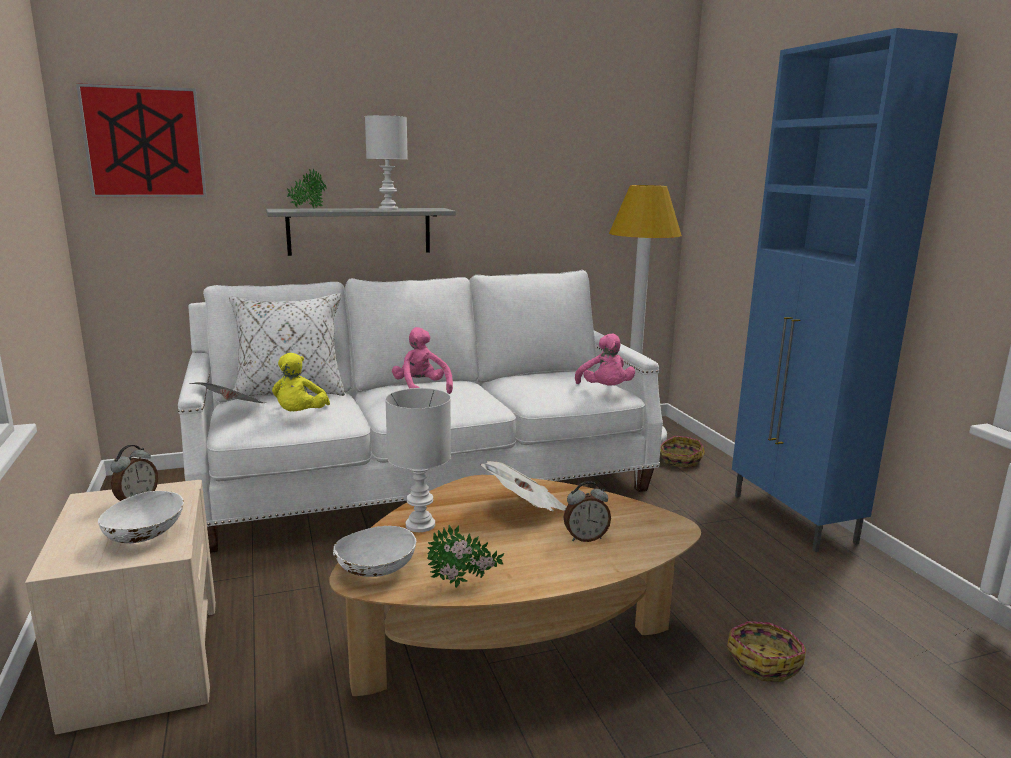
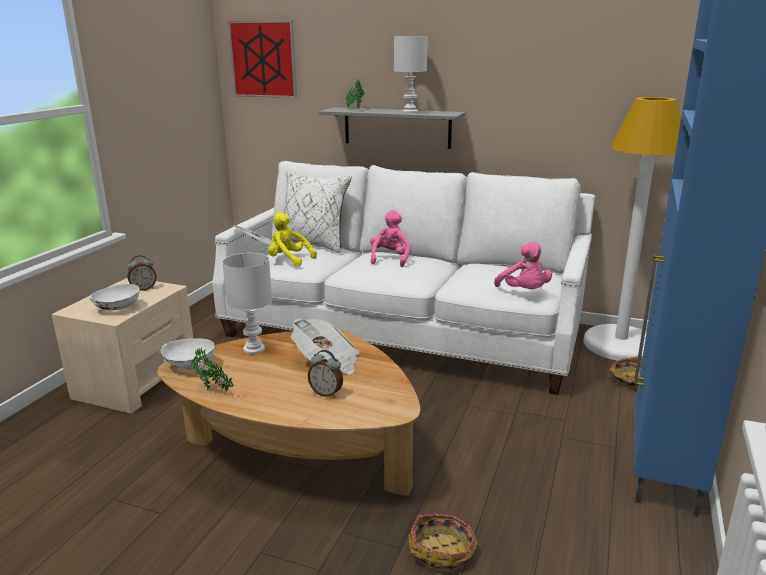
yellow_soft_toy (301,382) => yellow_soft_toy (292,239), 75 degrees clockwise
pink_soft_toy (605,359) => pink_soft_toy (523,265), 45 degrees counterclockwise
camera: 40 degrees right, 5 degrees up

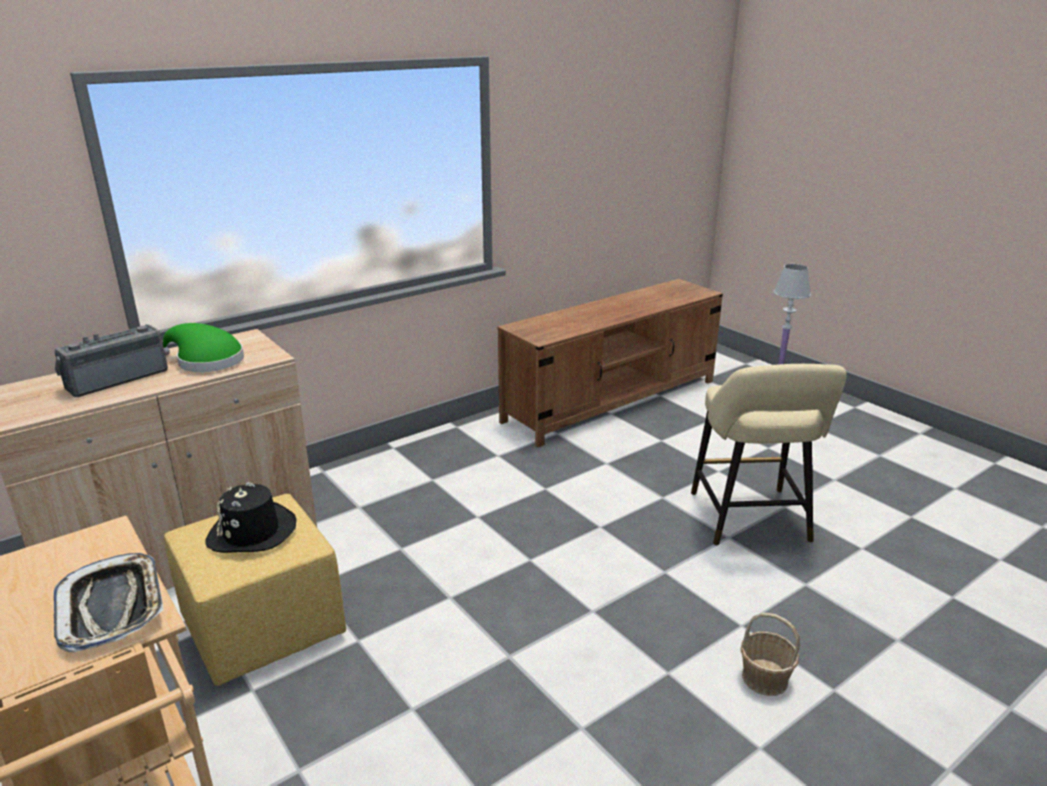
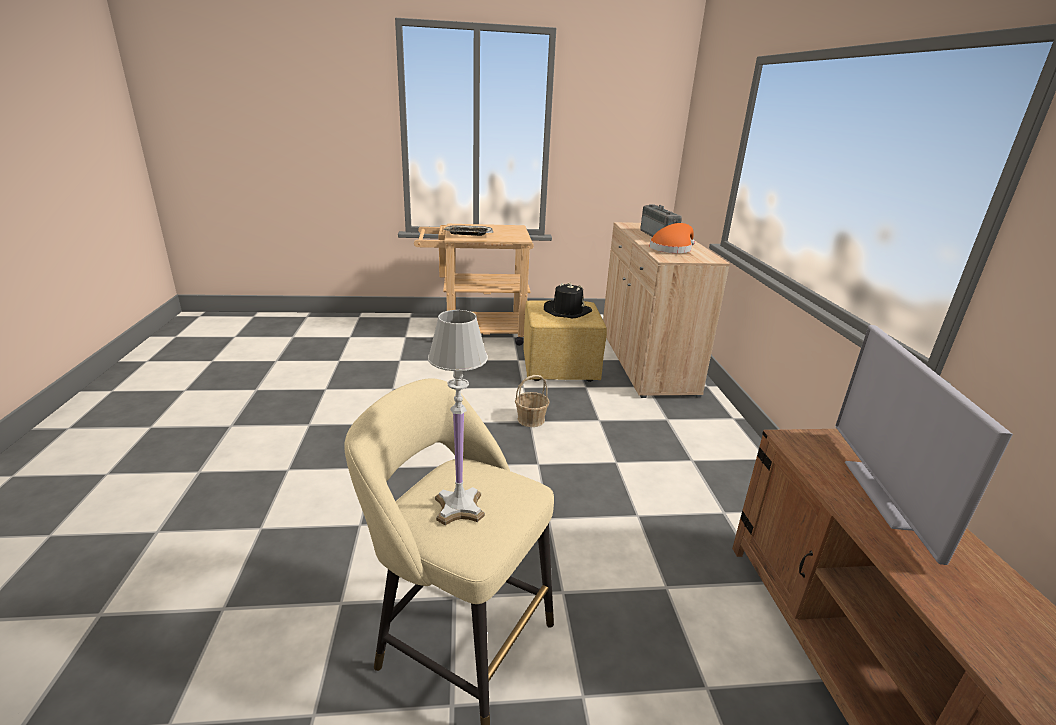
green-coloured_wearable_hat (203,347) => orange-coloured_wearable_hat (672,238)
basket (770,654) => basket (532,401), relocated
nothing => TV_set (924,445)
camera: 120 degrees right, 0 degrees up

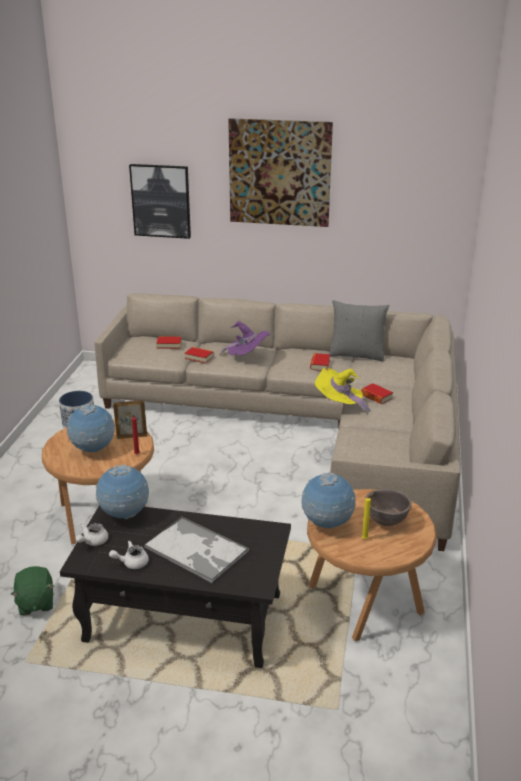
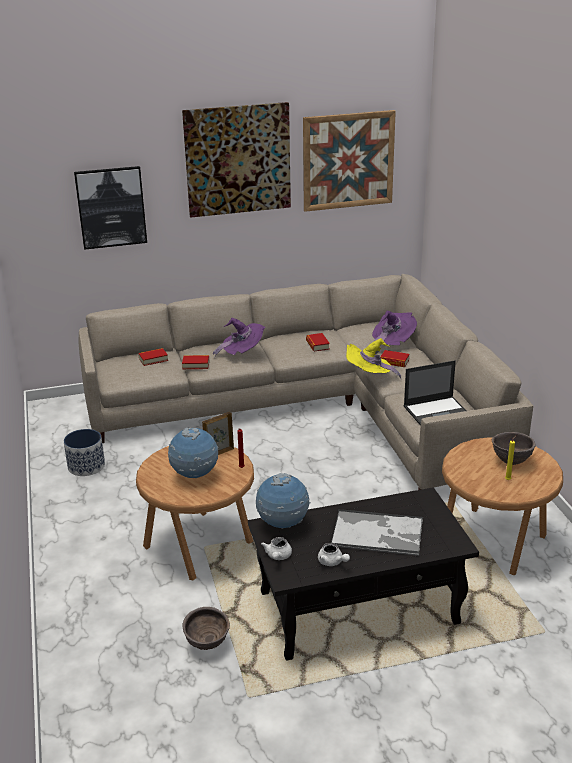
green-coloured_soft_toy (32,591) => brown_serving_bowl (206,628)
whitish_pot_for_tea (129,555) => whitish_pot_for_tea (334,554), 90 degrees counterclockwise
globe (329,500) => nothing
grey_cushion (359,331) => nothing
nothing => wall_art (349,161)
nothing => purple_wearable_hat (394,329)
nothing => portable_computer (435,393)
camera: 25 degrees left, 0 degrees up

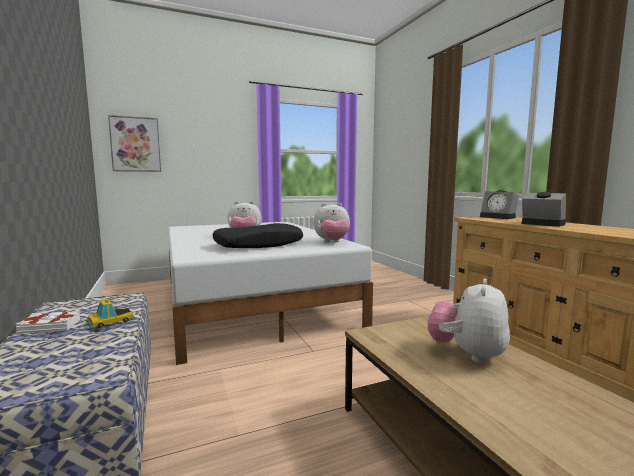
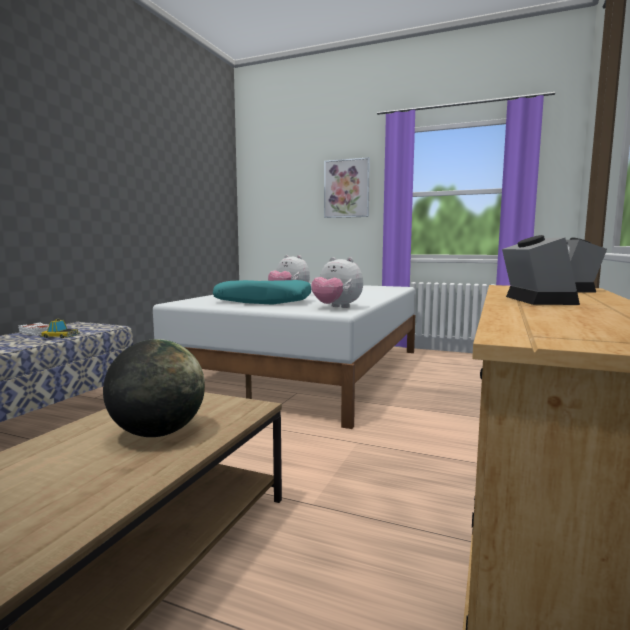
wall_art (134,143) => wall_art (347,187), relocated
black_cushion (258,235) => blue-green_cushion (262,292)
soft_toy (469,321) => globe (154,388)
camera: 45 degrees right, 0 degrees up

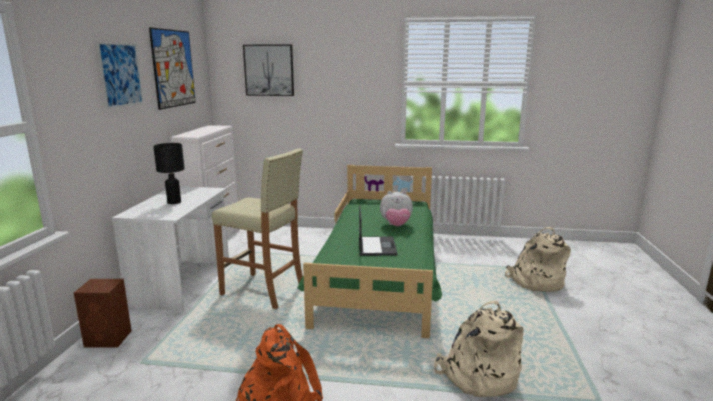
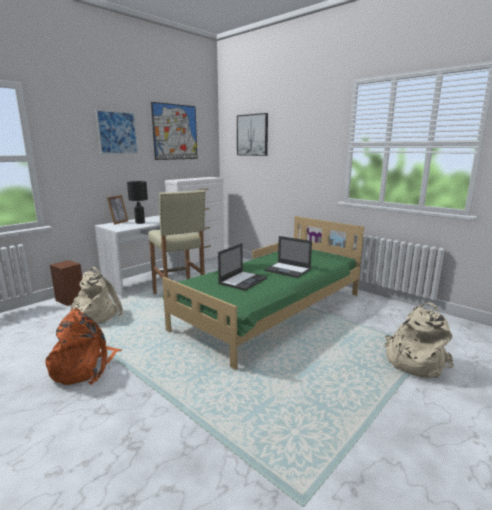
soft_toy (396,208) => portable_computer (288,257)
beige_rucksack (479,348) => beige_rucksack (96,295), relocated
nothing => photo_frame (117,210)
camera: 35 degrees right, 0 degrees up

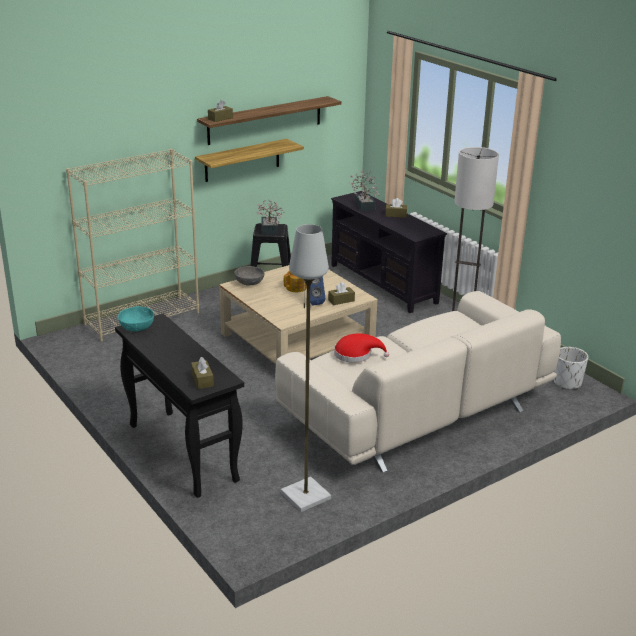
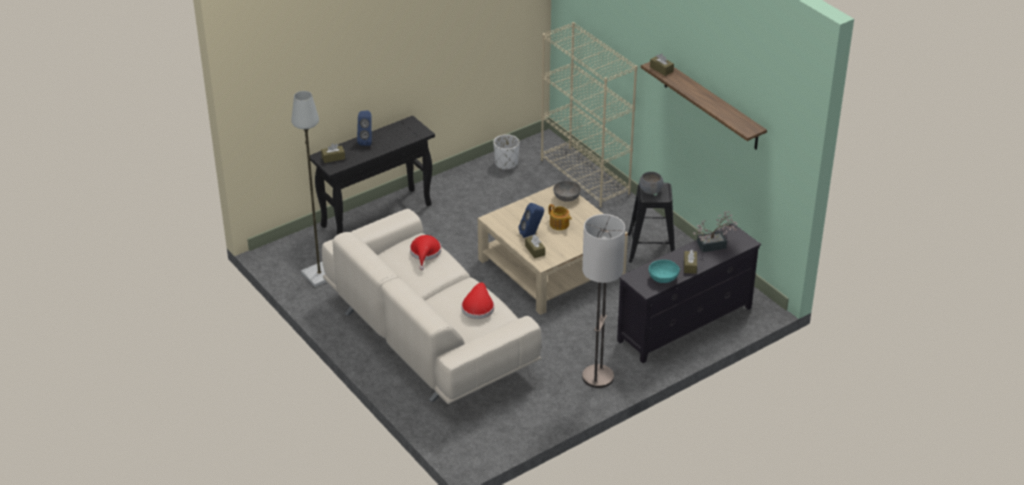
blue-green_serving_bowl (136,318) => blue-green_serving_bowl (664,271), relocated
shelf (249,160) => nothing
potted_plant (271,217) => grey_serving_bowl (651,183)
whitish_planter (571,368) => whitish_planter (506,152), relocated
nothing => bluish_speaker (364,128)
nothing => red_wearable_hat (478,300)
camera: 90 degrees right, 10 degrees up

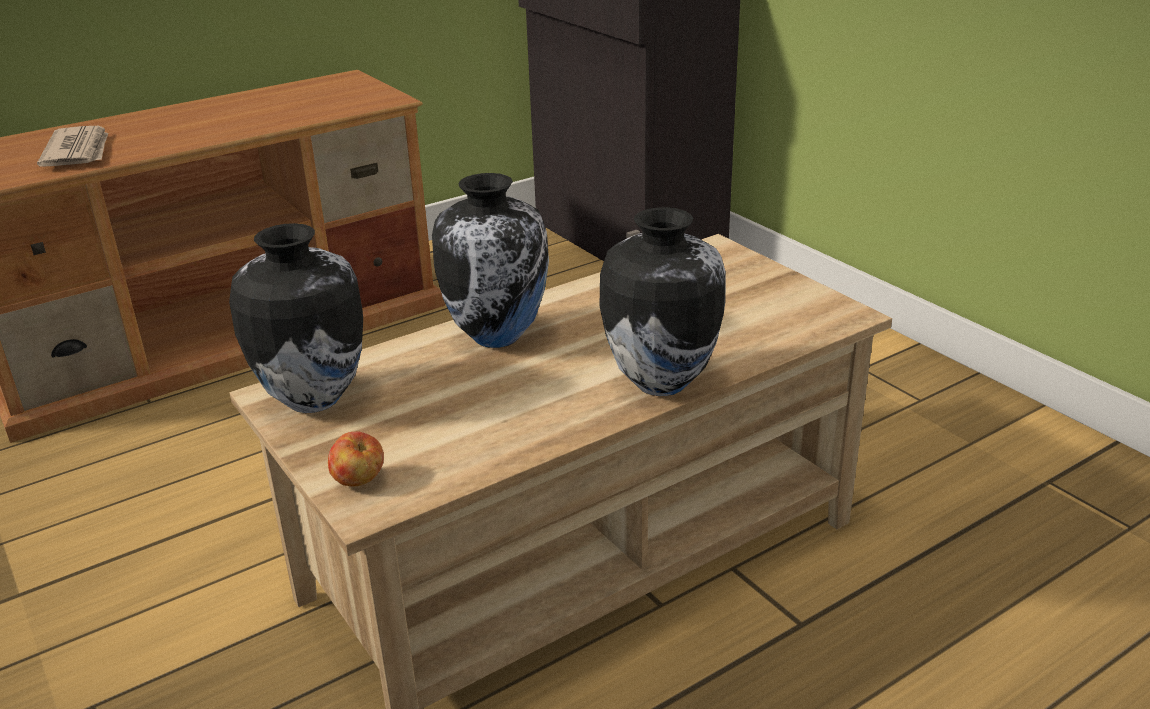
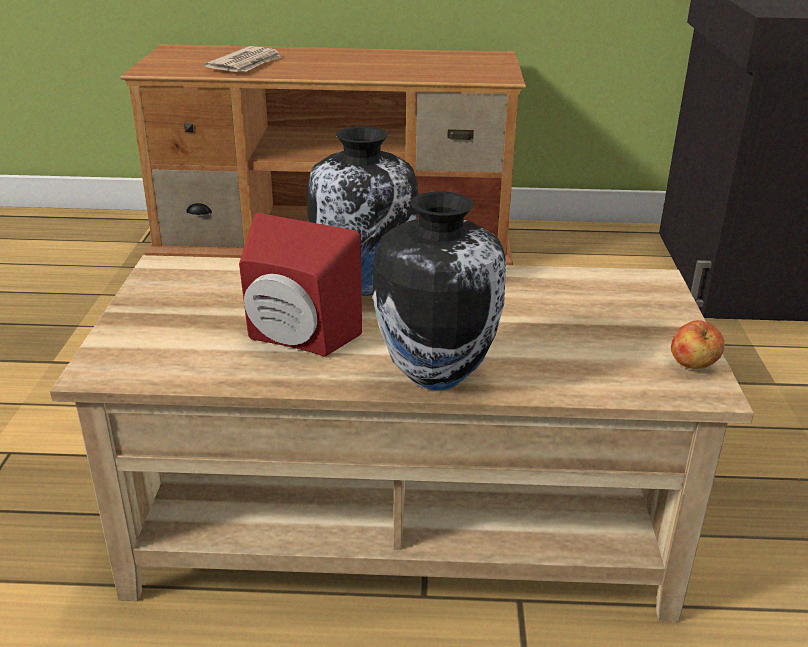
decorative_vase (296,318) => nothing
apple_fruit (356,459) => apple_fruit (698,344), relocated
nothing => red_speaker (300,285)
camera: 35 degrees right, 0 degrees up

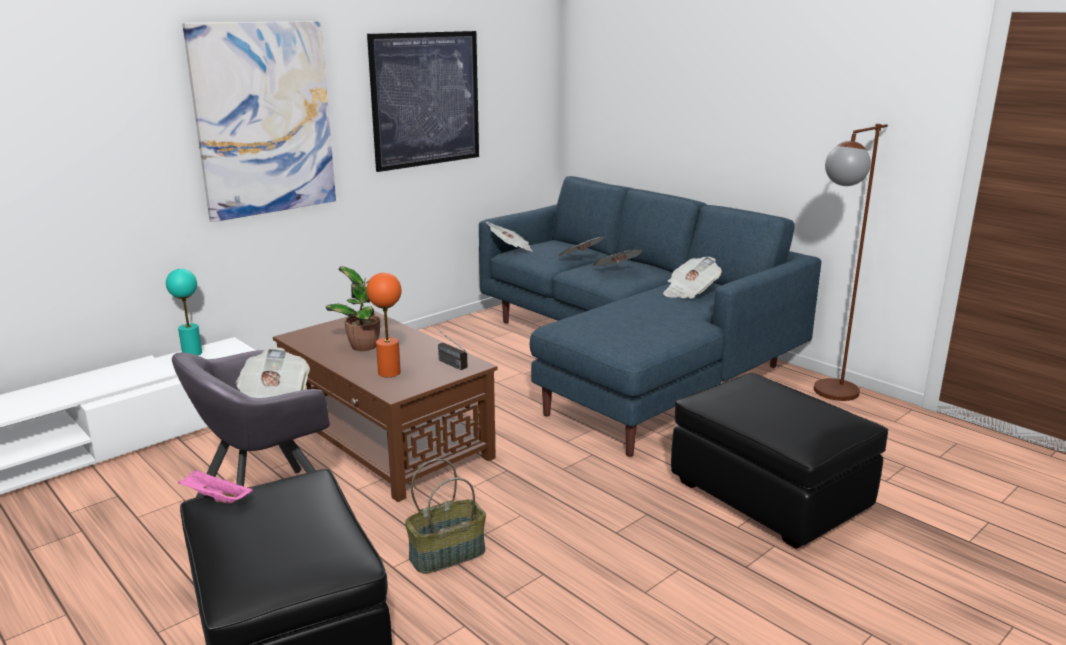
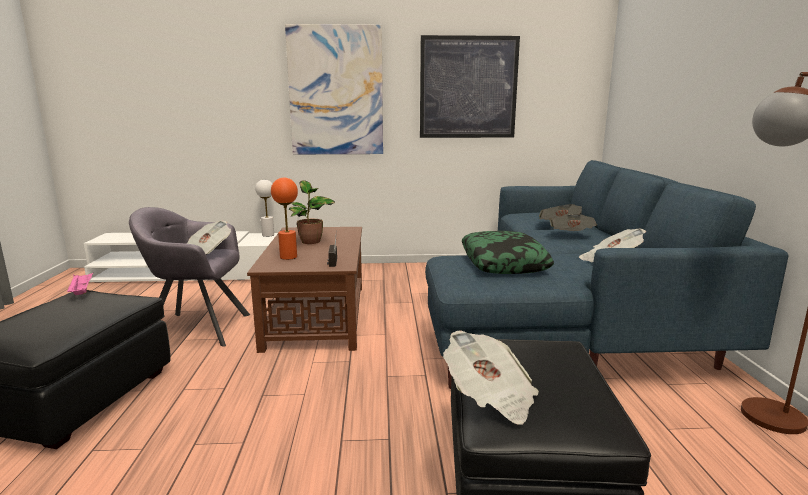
blue-green_lamp_for_a_table (184,312) => whitish_lamp_for_a_table (264,208)
basket (445,516) => nothing
printed_paper (509,237) => printed_paper (491,378), relocated
nothing => cushion (508,252)
camera: 40 degrees right, 5 degrees down

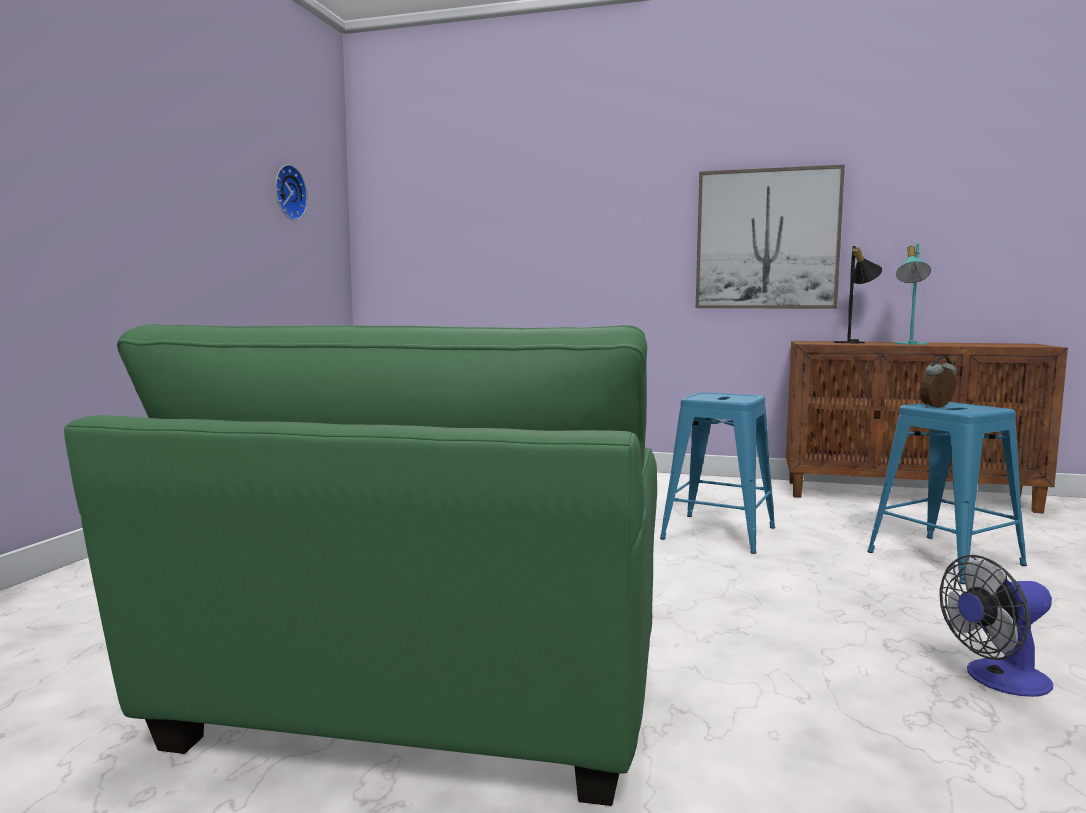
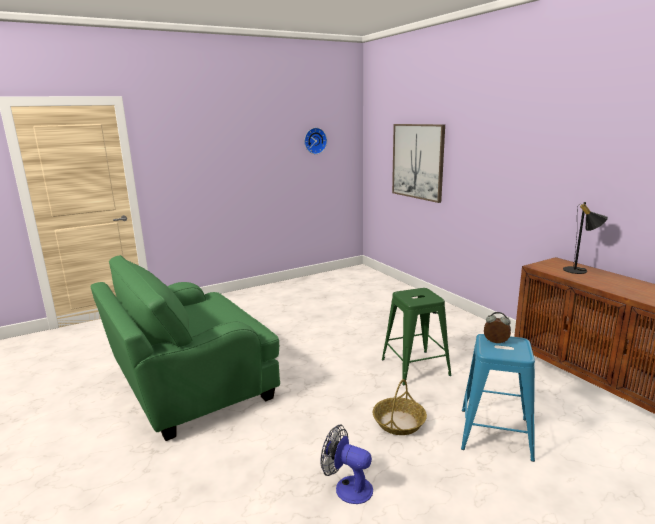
bluish_stool_seat (717,473) => green-coloured_stool_seat (417,336)
wall_art (770,236) => wall_art (418,163), relocated
blue-green_lamp_for_a_table (912,294) => nothing
nothing => basket (400,407)
camera: 45 degrees right, 10 degrees up

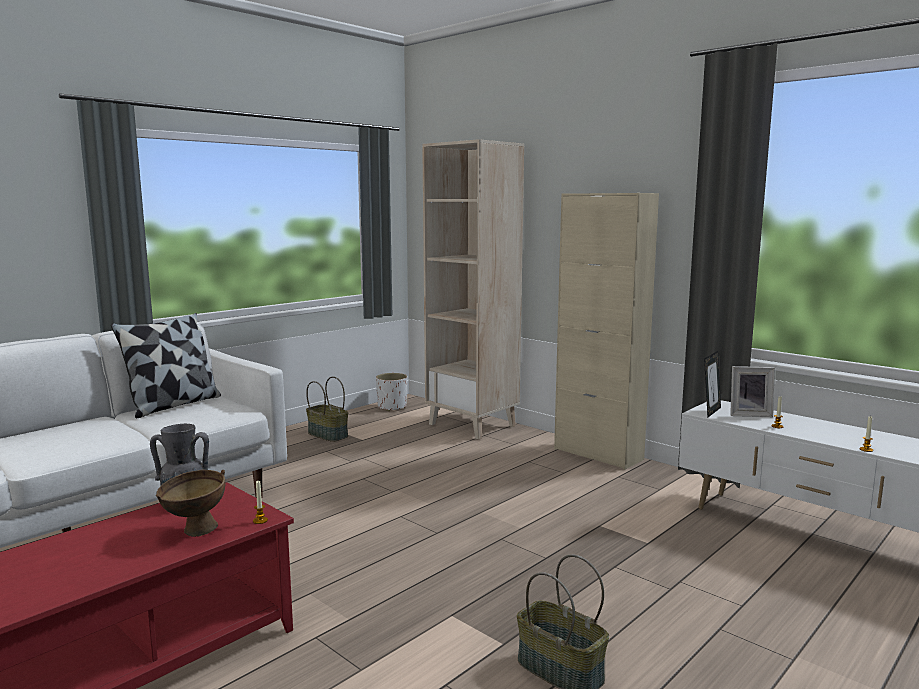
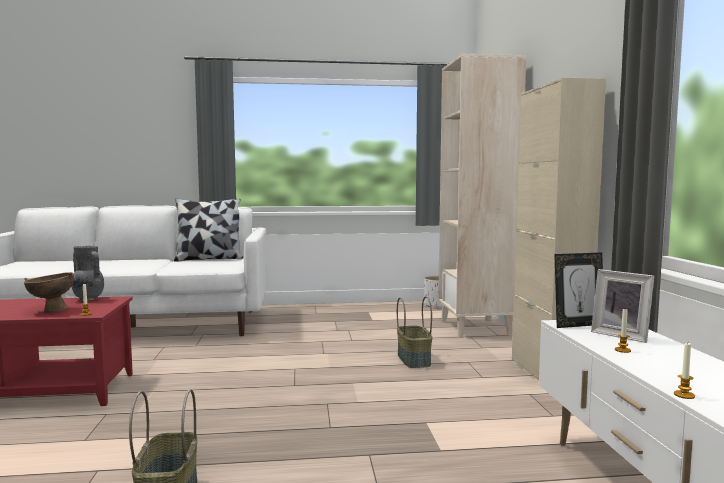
basket (327,409) => basket (414,332), relocated
camera: 40 degrees right, 5 degrees down

